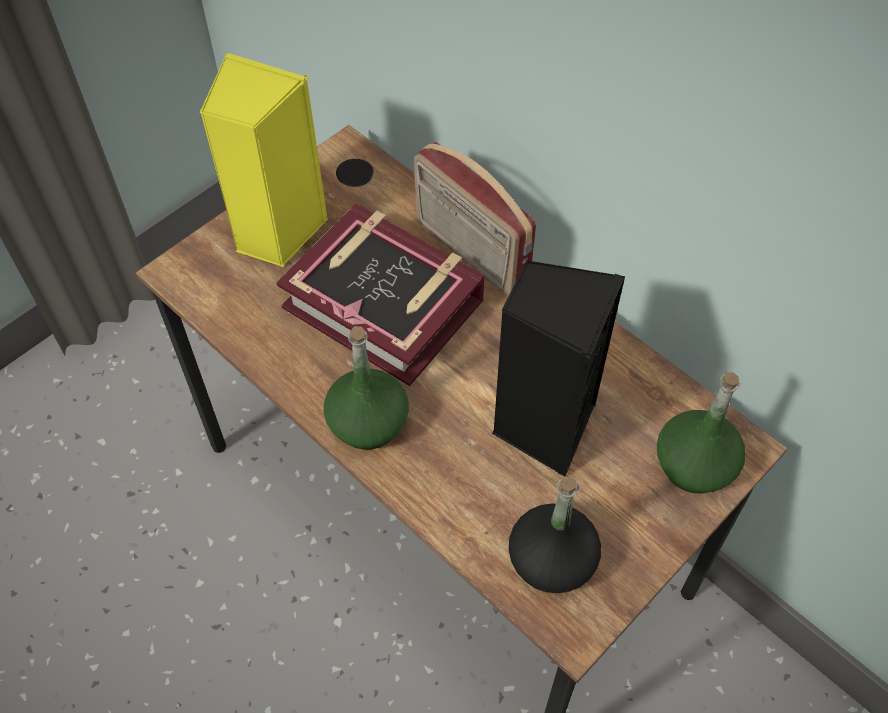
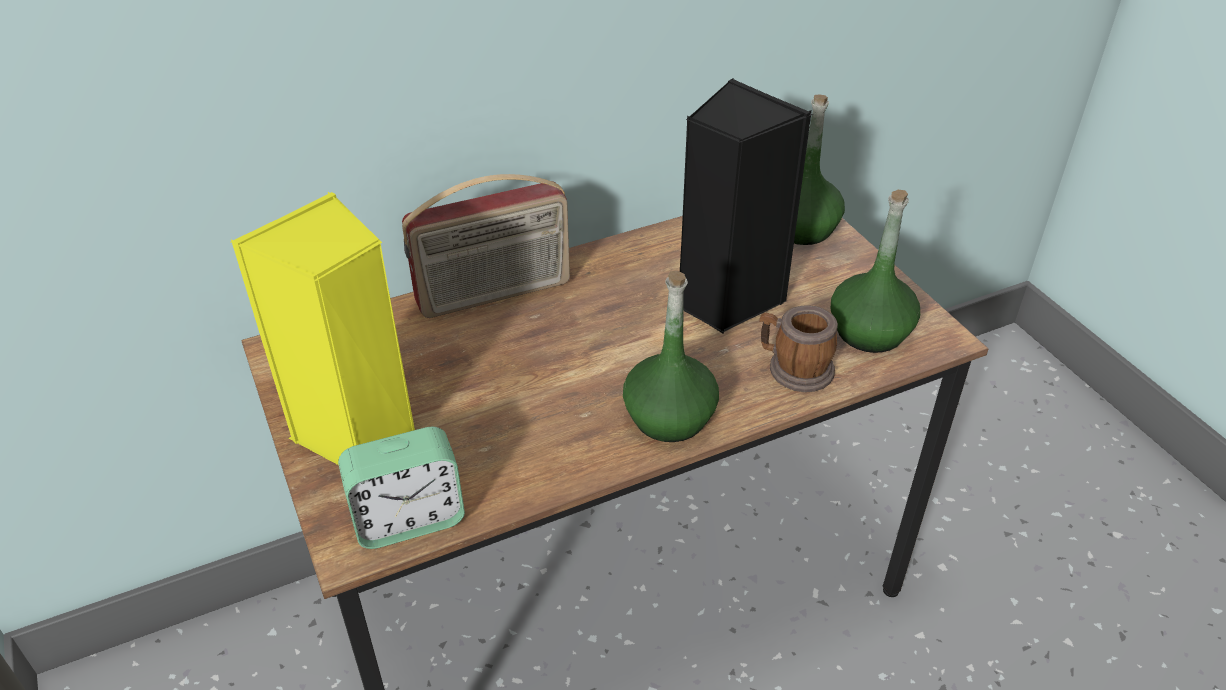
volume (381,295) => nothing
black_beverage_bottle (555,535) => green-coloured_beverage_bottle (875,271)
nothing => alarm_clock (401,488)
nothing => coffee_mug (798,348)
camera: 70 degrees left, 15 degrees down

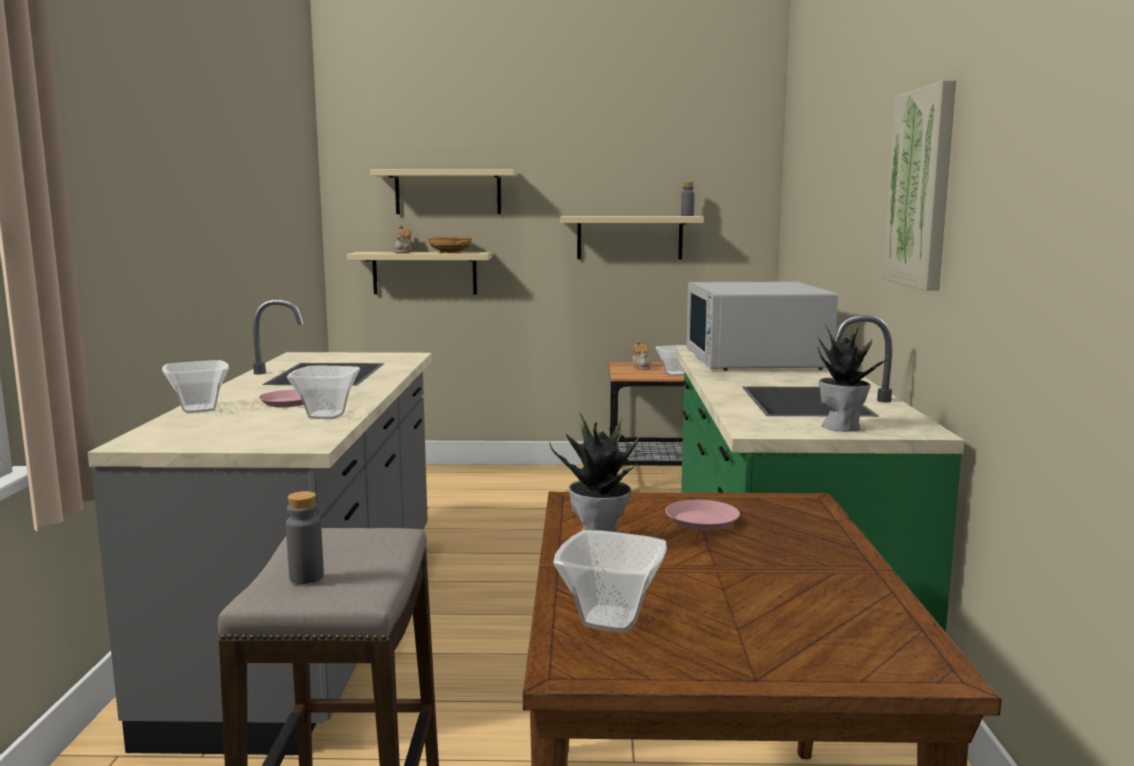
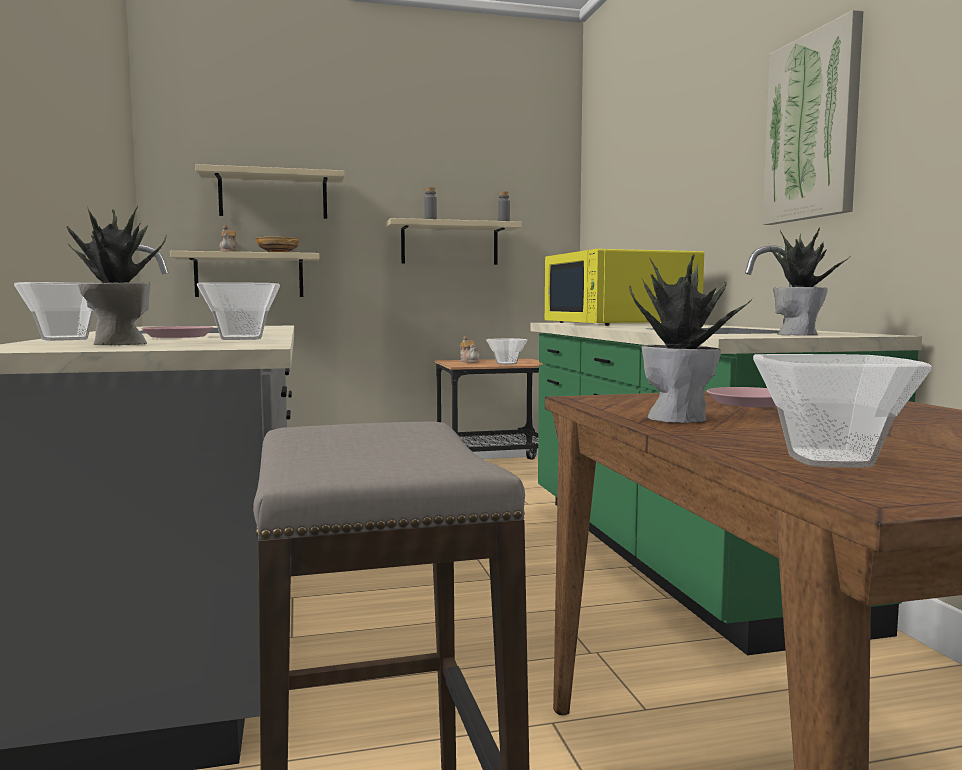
grey_beverage_bottle (305,537) => grey_beverage_bottle (430,203), relocated
whitish_microwave (762,326) => yellow_microwave (624,287)
nothing => potted_plant (117,275)
camera: 15 degrees left, 5 degrees down

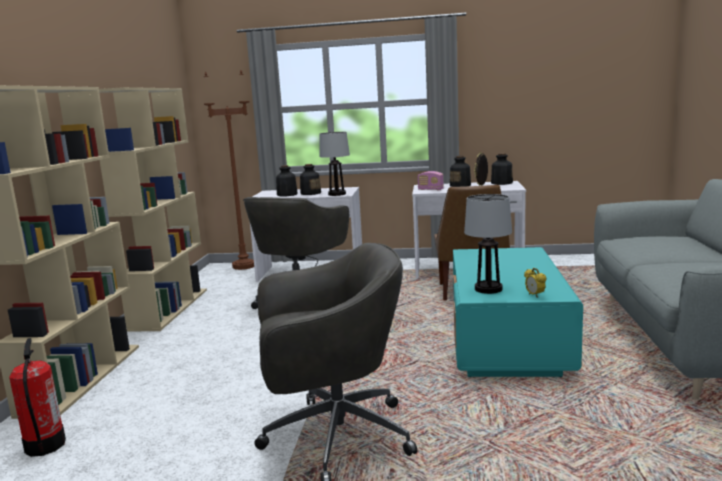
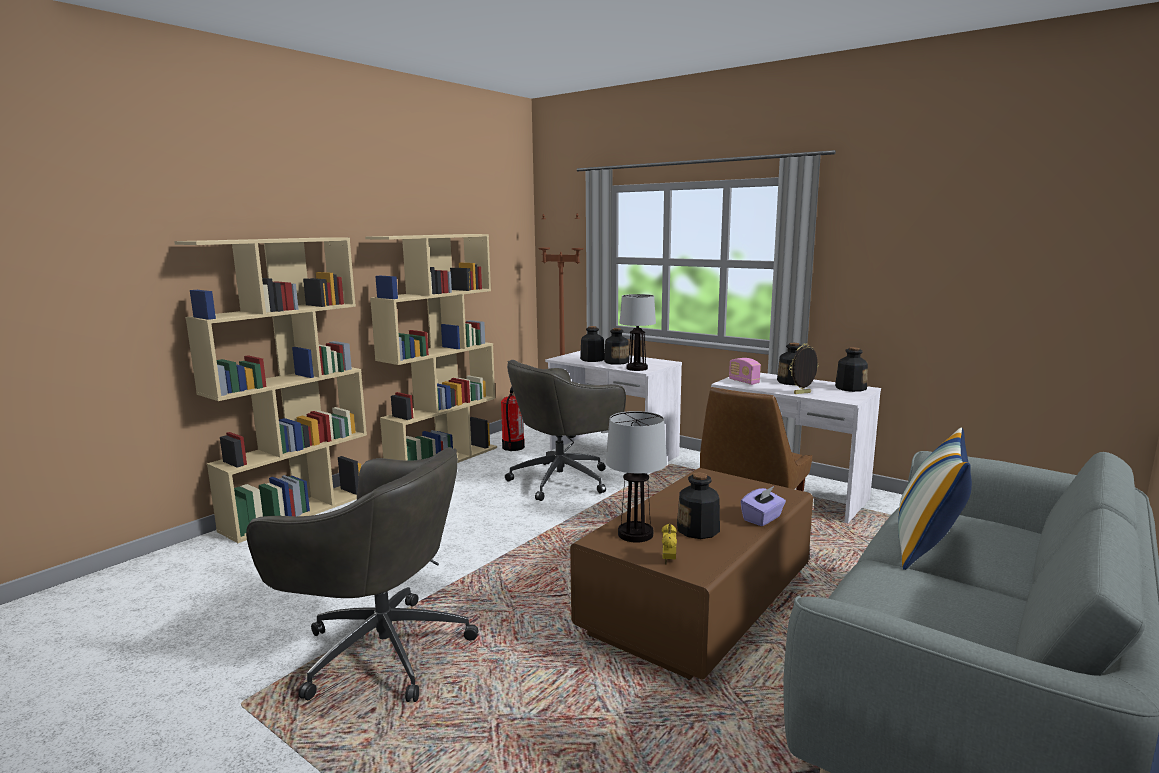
fire-fighting_cylinder (37,397) => fire-fighting_cylinder (513,418), relocated
blue-green_lounge_table (518,312) => brown_lounge_table (691,574)
nothing => beverage_bottle (698,505)
nothing => purple_box_of_tissues (763,506)
nothing => cushion (935,499)
camera: 30 degrees right, 0 degrees up

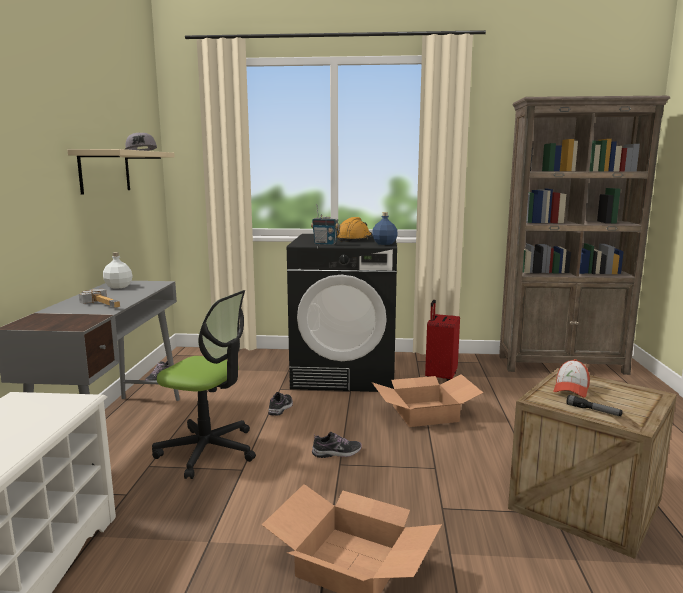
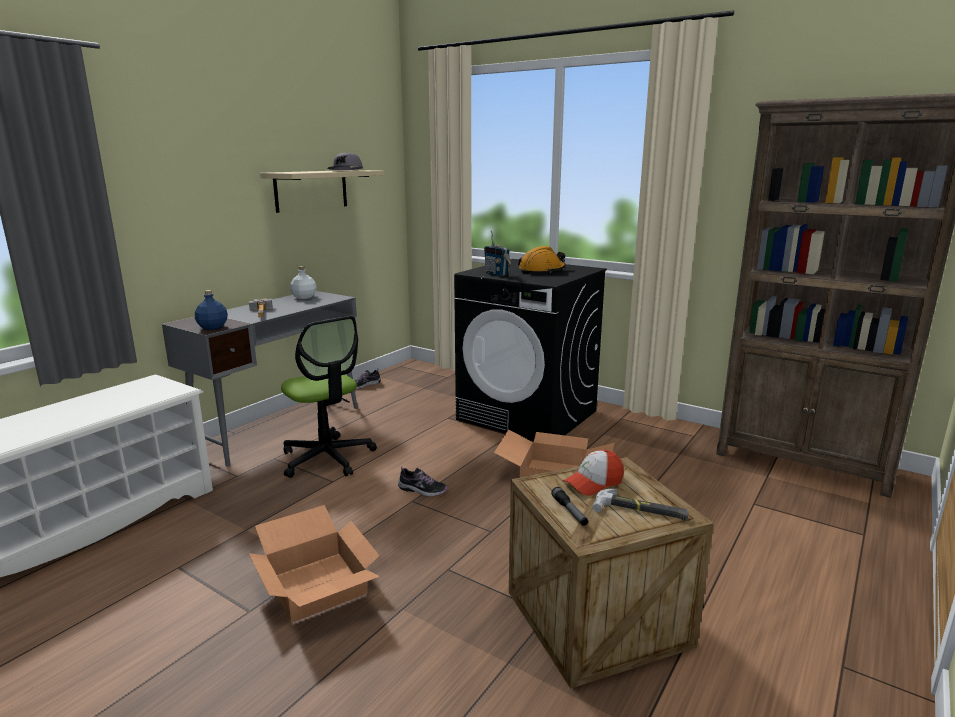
shoe (280,404) => nothing
bluish_beverage_bottle (385,228) => bluish_beverage_bottle (211,310), relocated
red_suitcase (442,340) => nothing
nothing => hammer (640,505)
camera: 30 degrees right, 5 degrees up

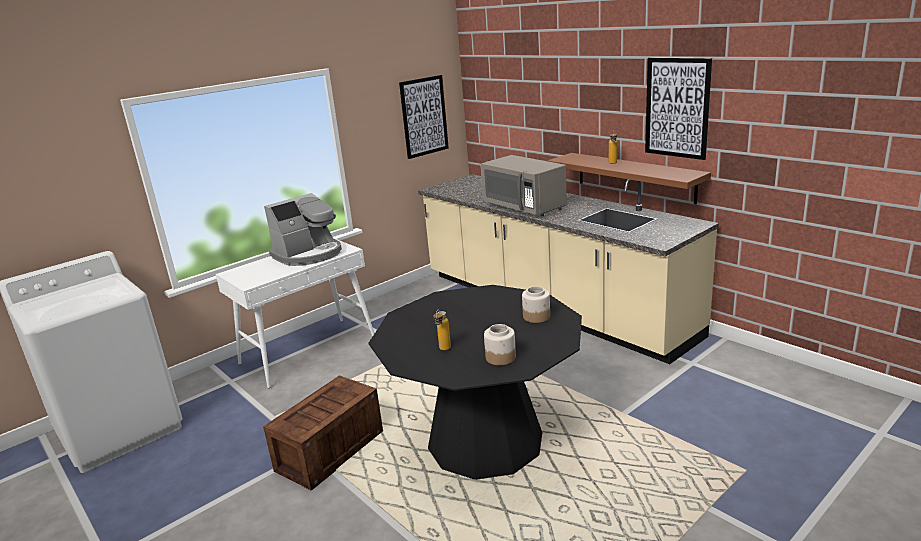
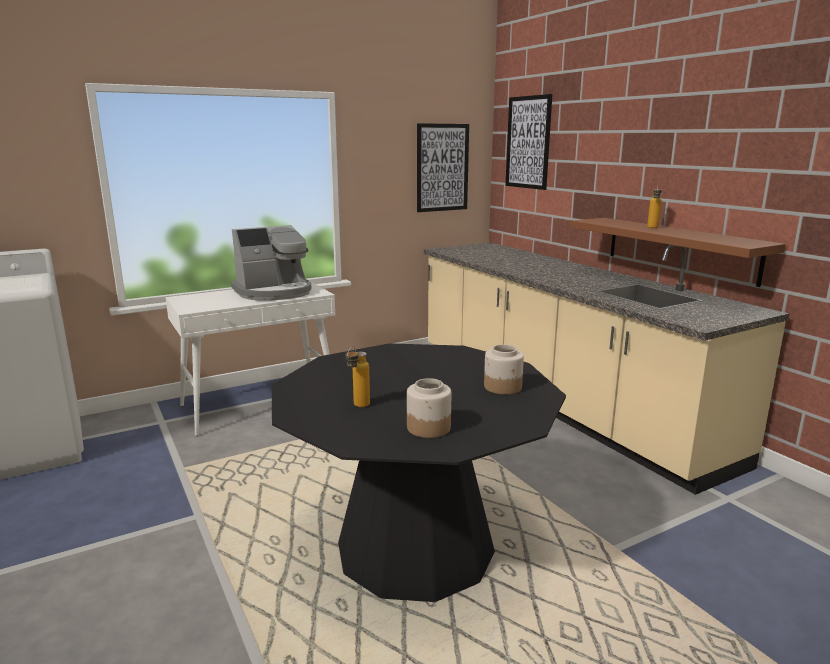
shipping_crate (323,433) => nothing
grey_microwave (524,185) => nothing
wall_art (678,108) => wall_art (528,142), relocated
camera: 10 degrees right, 5 degrees down

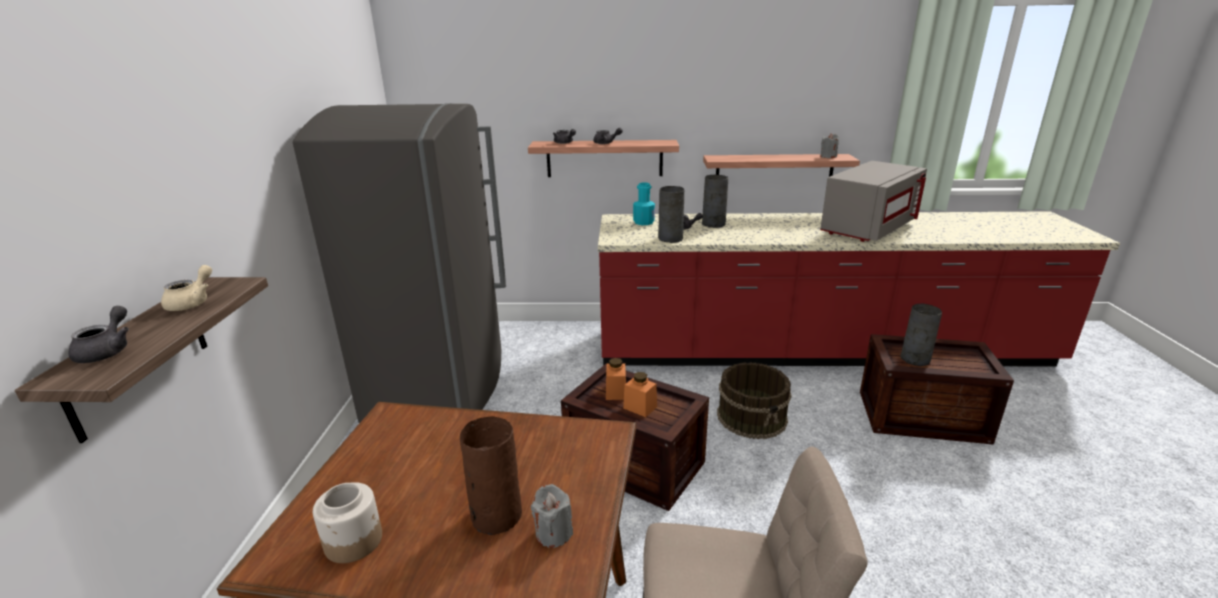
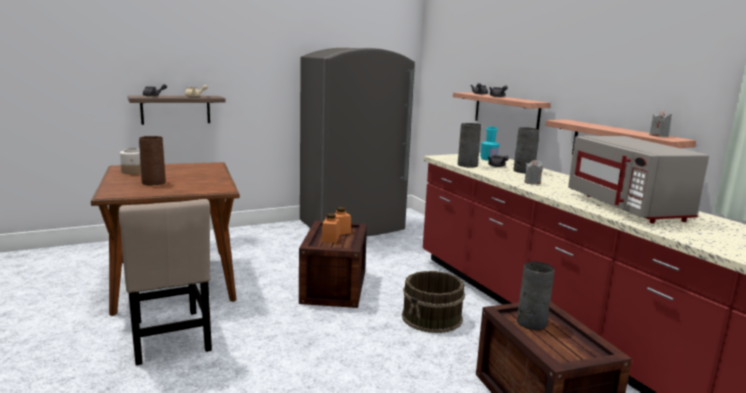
grey_candle (552,516) => grey_candle (534,172), relocated
grey_microwave (873,201) => grey_microwave (638,180), 60 degrees clockwise
camera: 60 degrees right, 10 degrees down

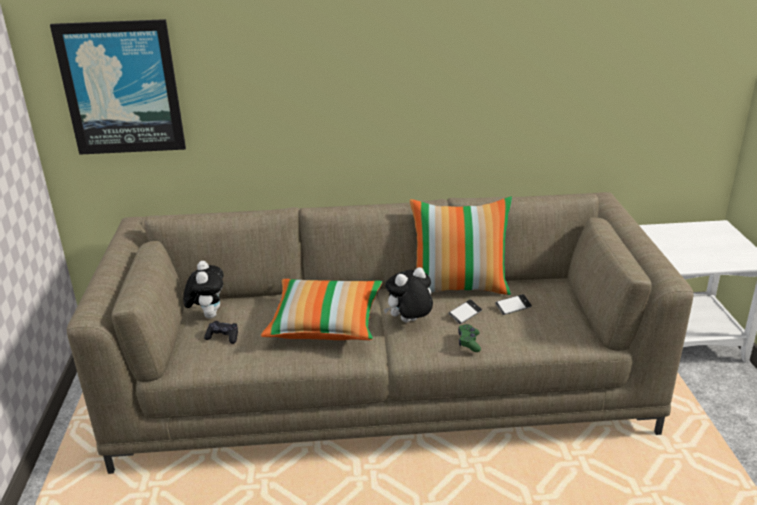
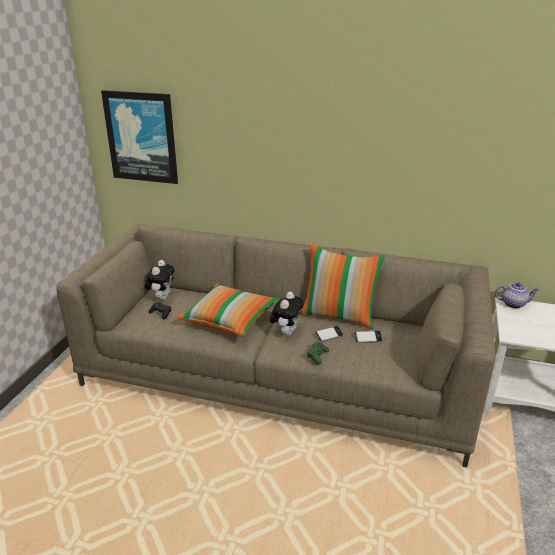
soft_toy (408,294) => soft_toy (287,314), 120 degrees clockwise
nothing => pot_for_tea (516,295)
camera: 20 degrees right, 0 degrees up

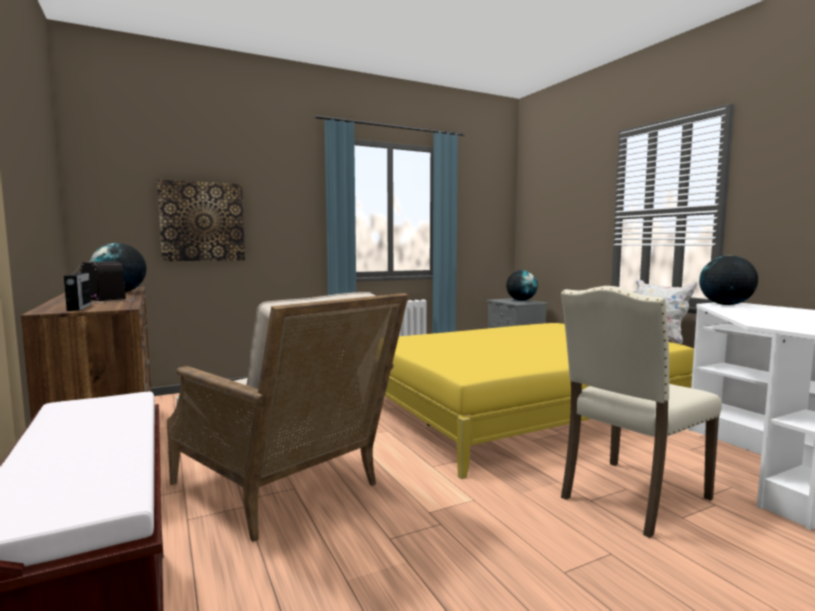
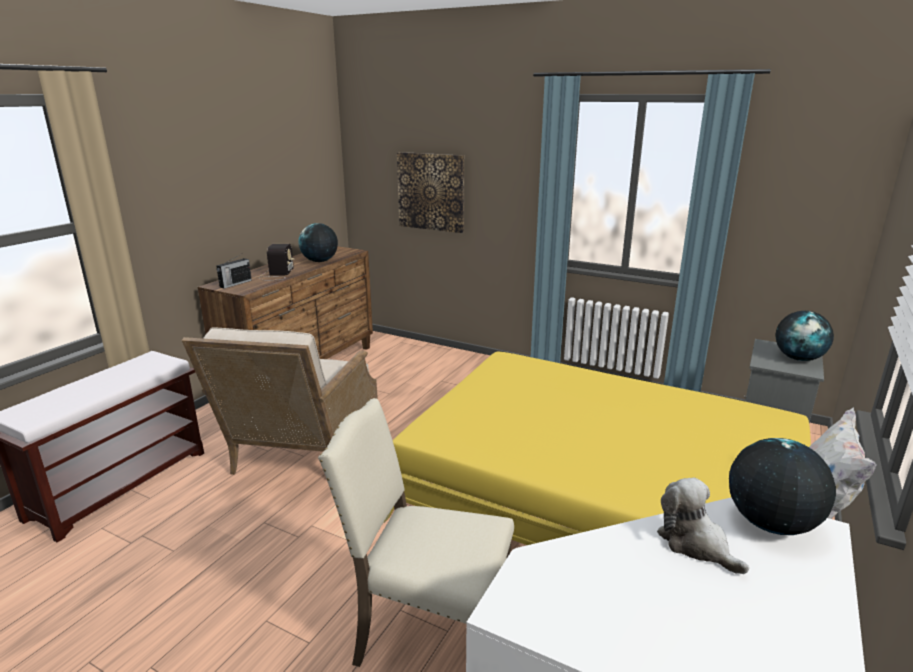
nothing => soft_toy (703,526)
camera: 55 degrees right, 15 degrees up

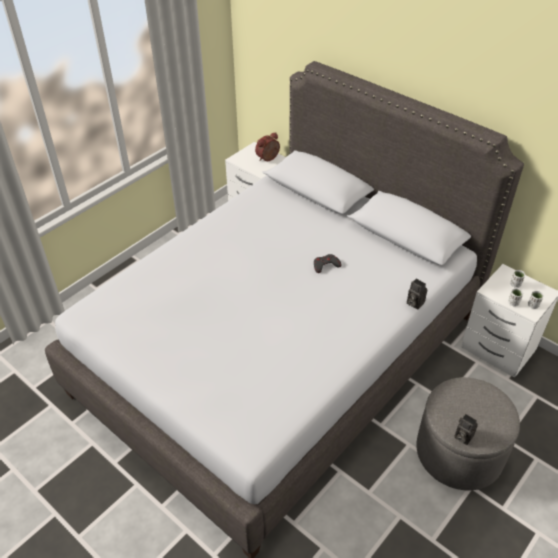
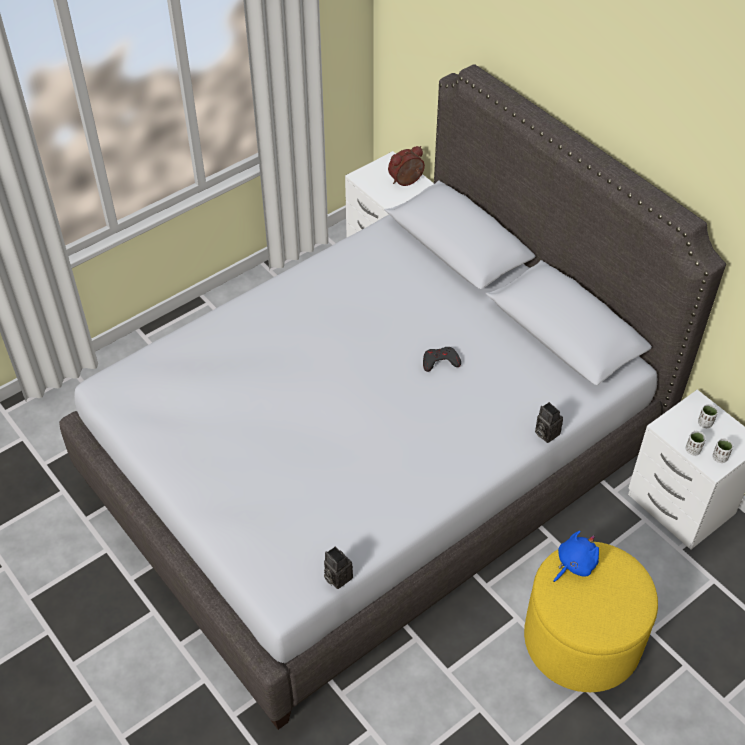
grey_pouffe (468,434) => yellow_pouffe (591,617)
photo_camera (466,429) => photo_camera (338,567), relocated
nothing => bluish_soft_toy (576,556)
camera: 10 degrees right, 5 degrees up

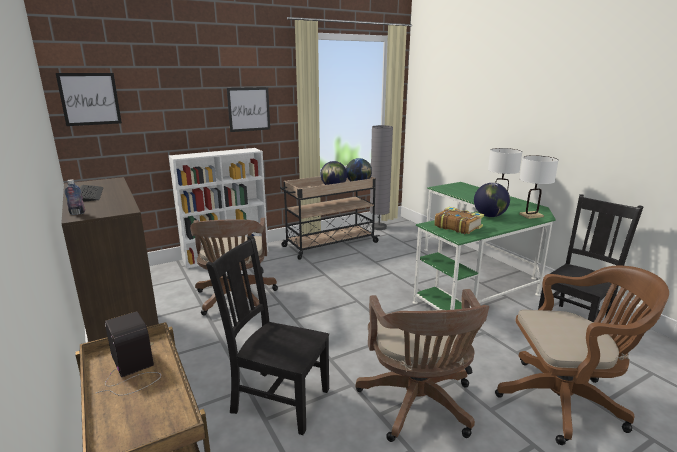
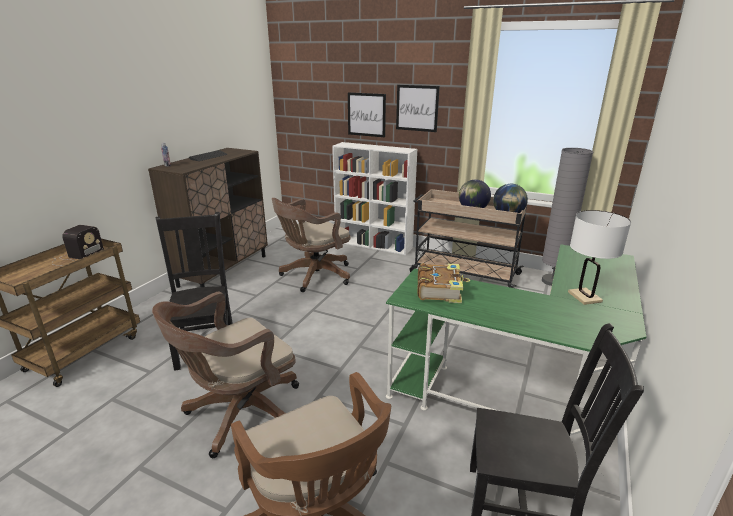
wall_art (89,99) => wall_art (367,114), relocated
globe (492,200) => nothing
whitish_lamp_for_a_table (538,187) => nothing
camera: 55 degrees right, 5 degrees up

